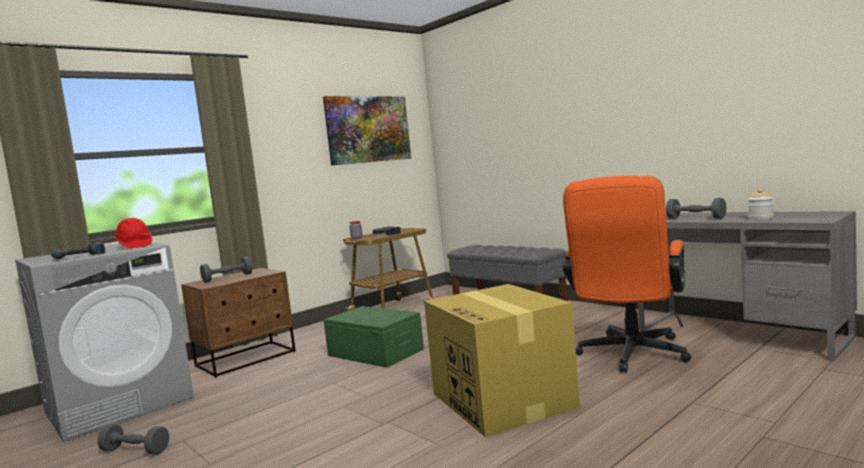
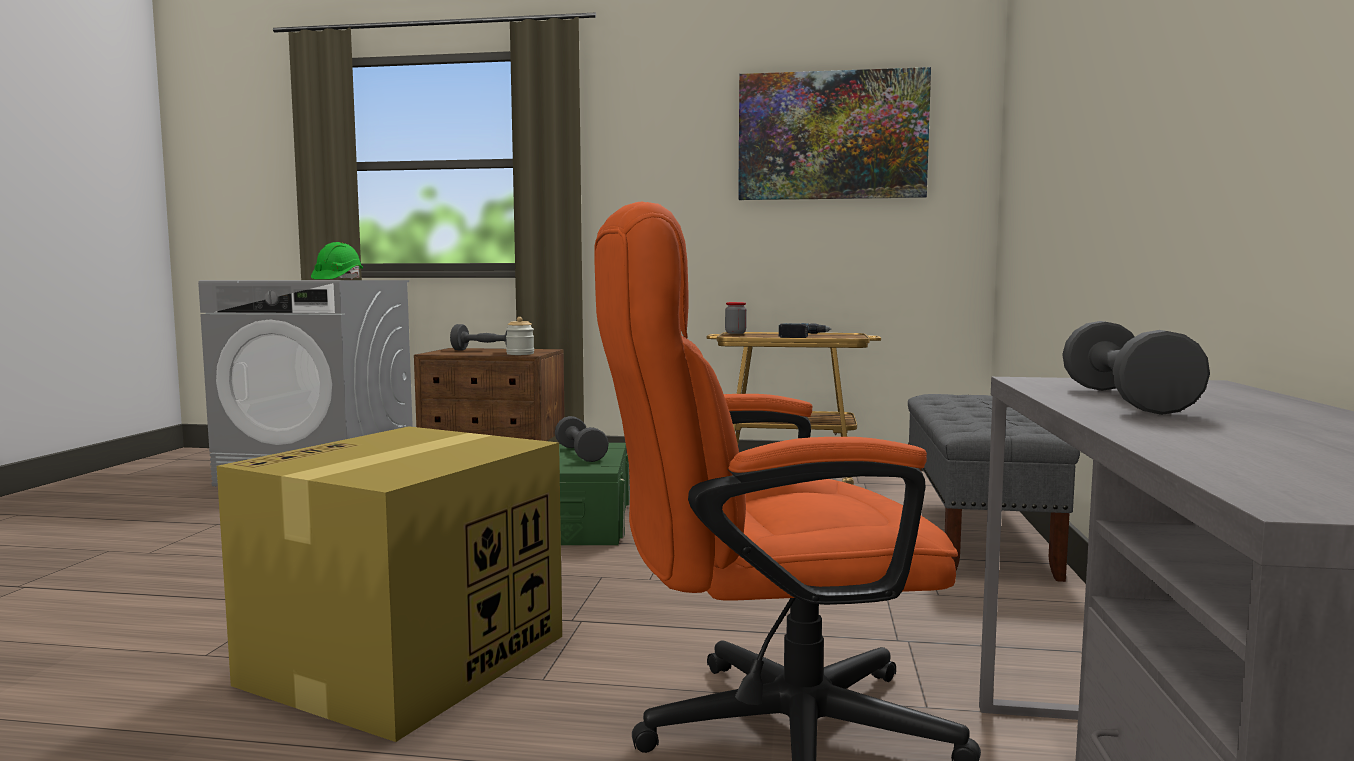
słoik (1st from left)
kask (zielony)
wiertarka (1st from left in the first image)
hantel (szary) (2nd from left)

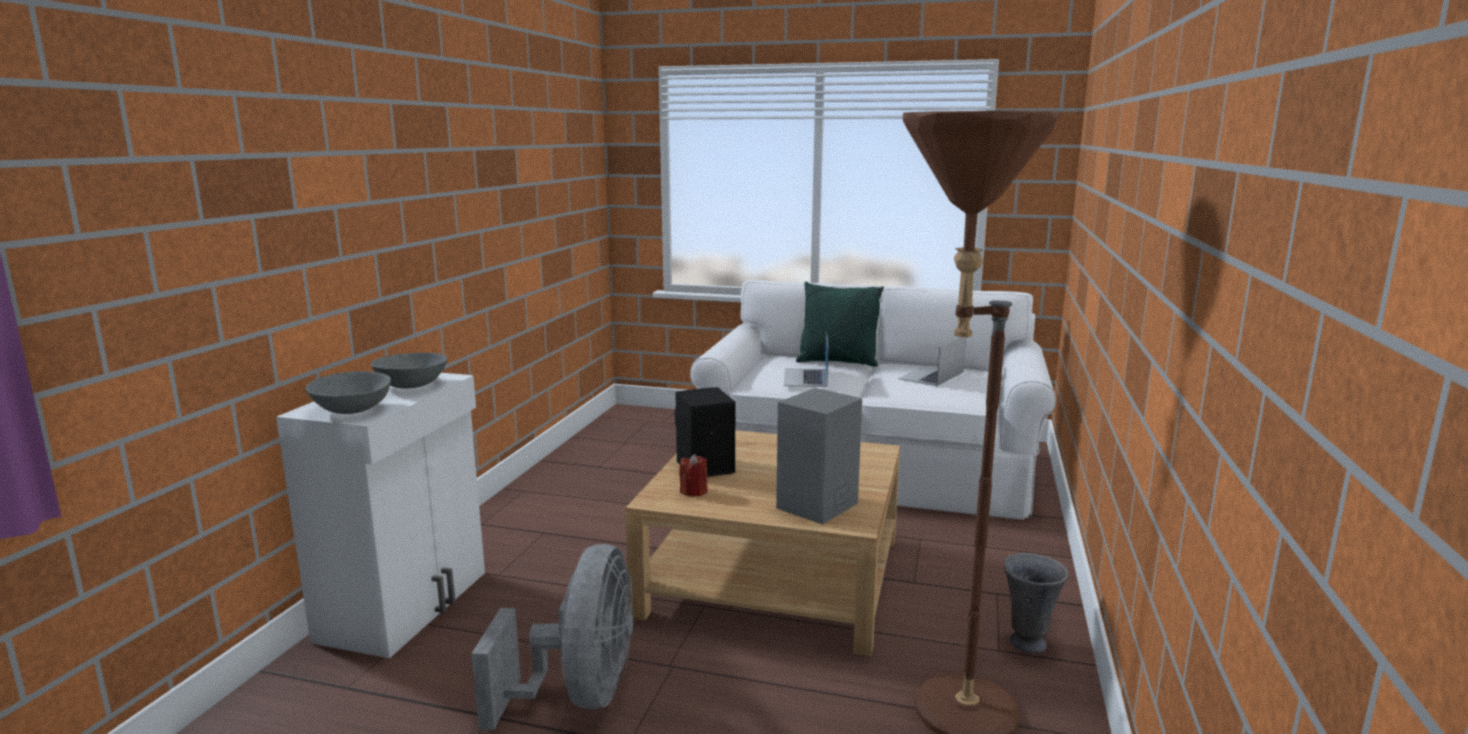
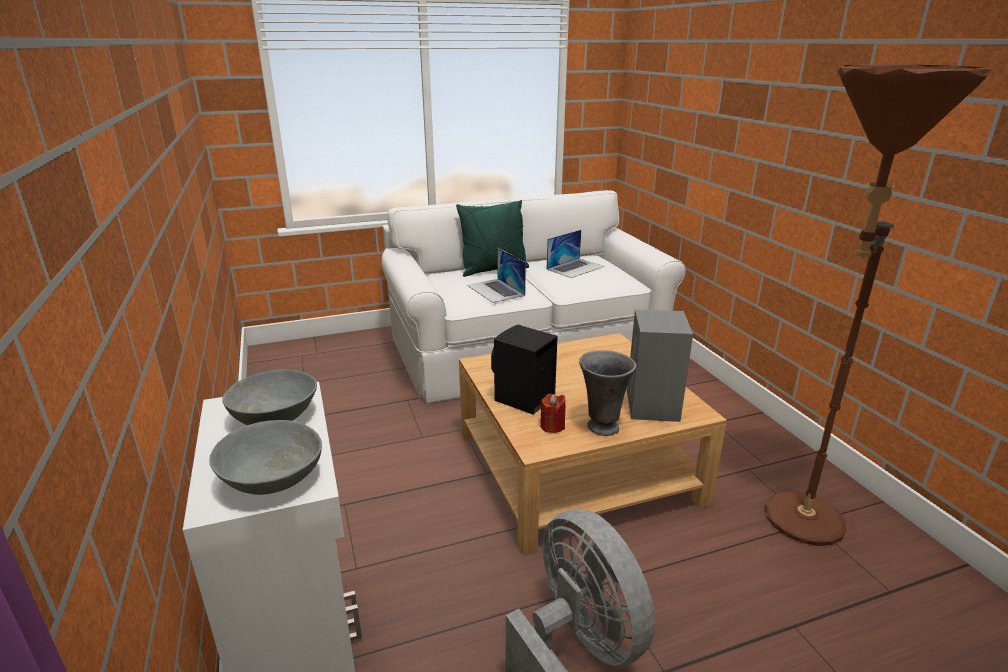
laptop (2nd from left)
wazon (szary)

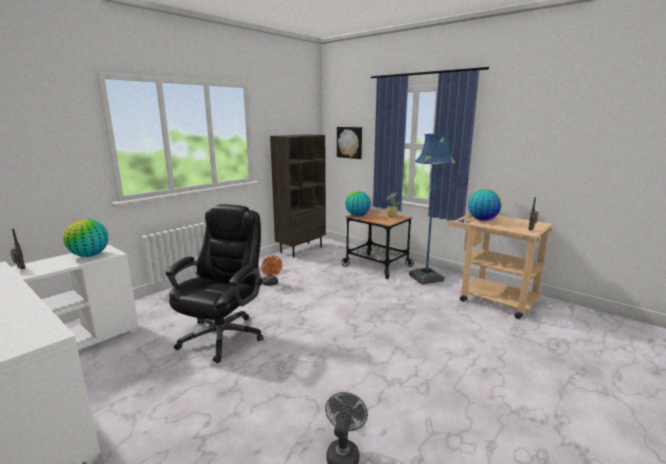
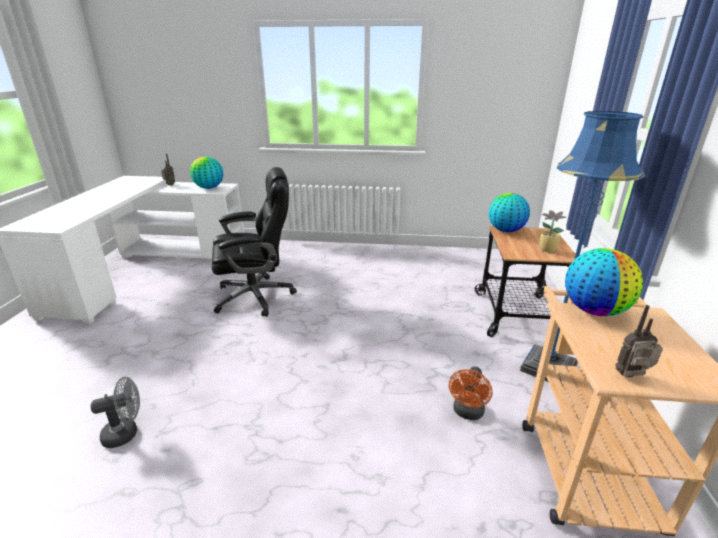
obraz
regał (brązowy)
wentylator (pomarańczowy)

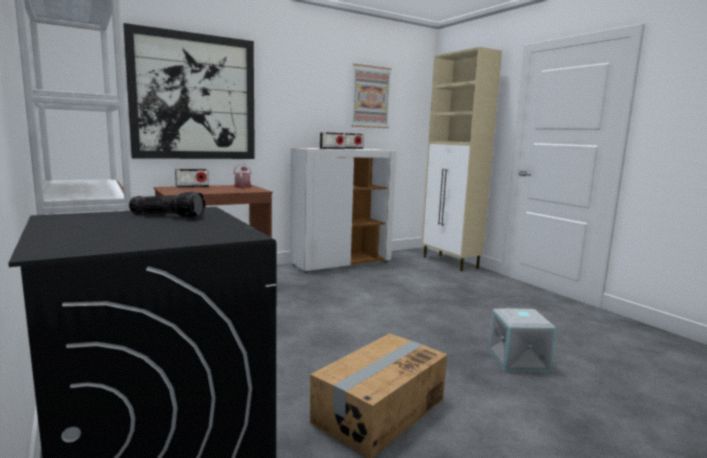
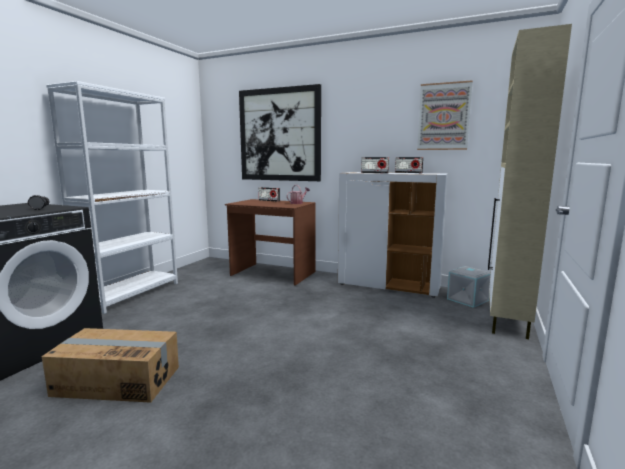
pojemnik do przechowywania (szary)

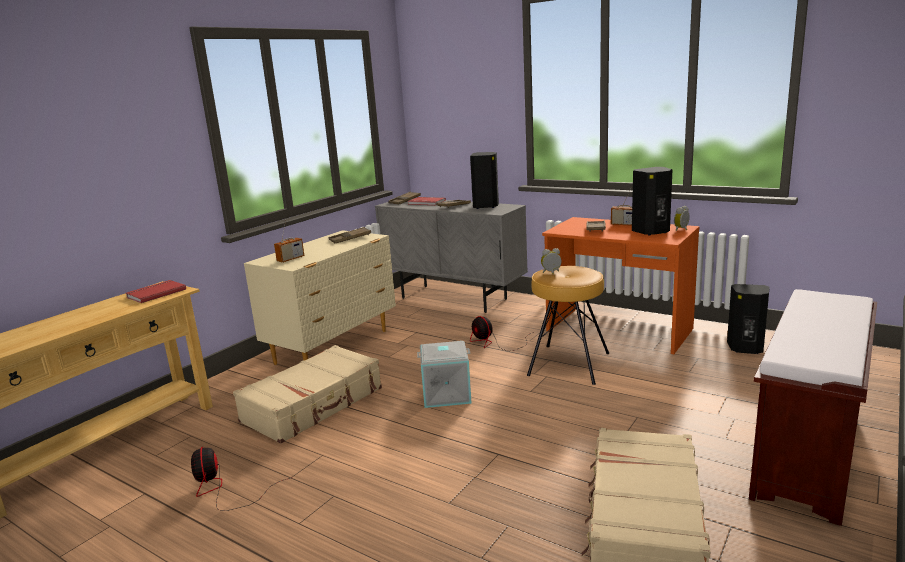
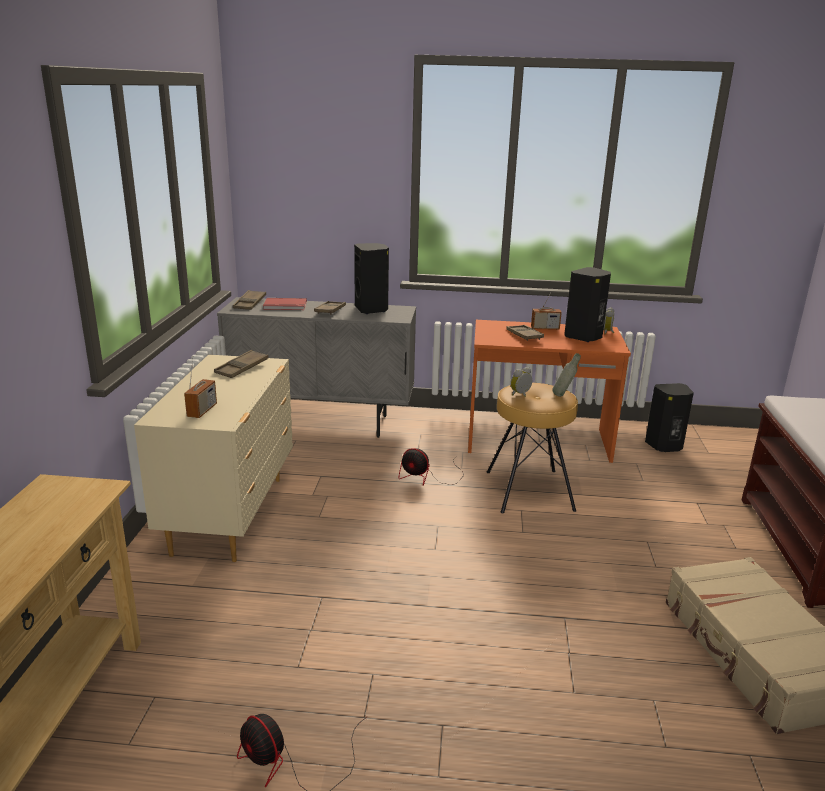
książka (czerwony) (1st from left in the first image)
pojemnik do przechowywania (szary)
walizka (beżowy) (1st from left in the first image)
butelka (szary)

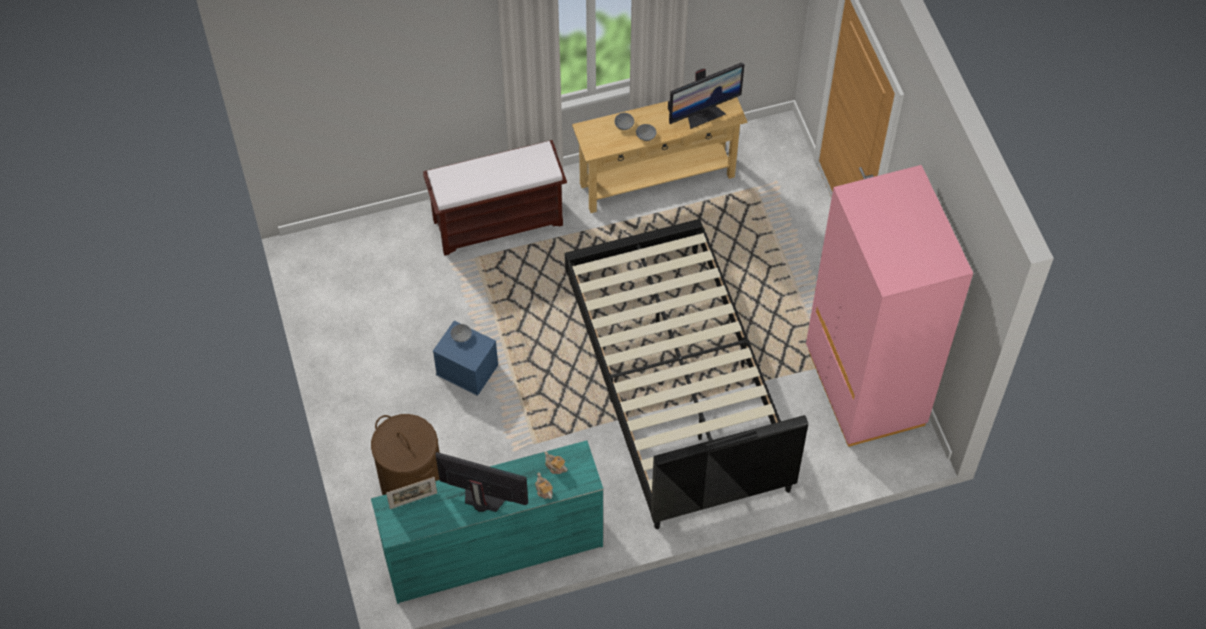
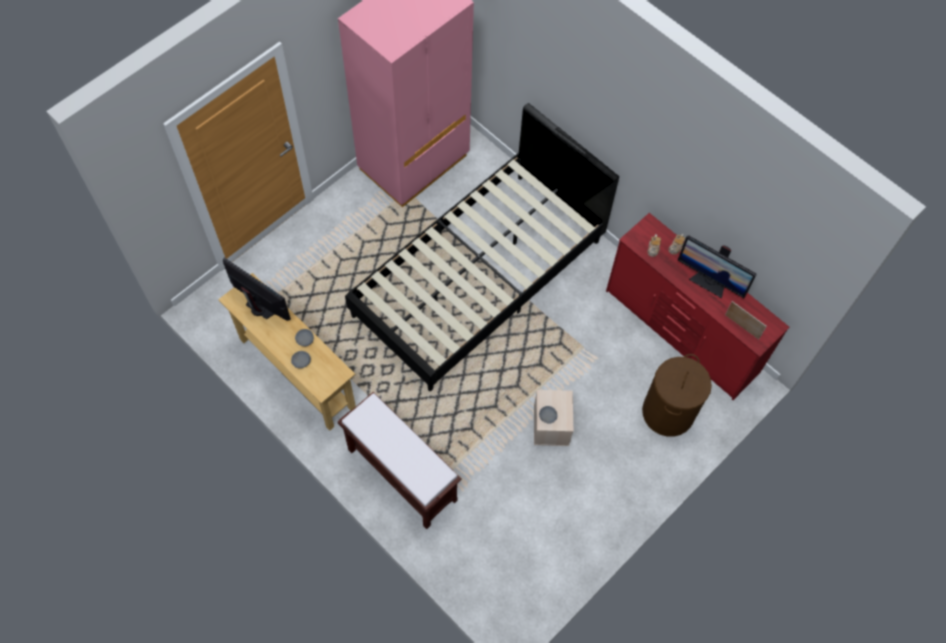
pojemnik do przechowywania (beżowy)
komoda (czerwony)
monitor (2nd from left)

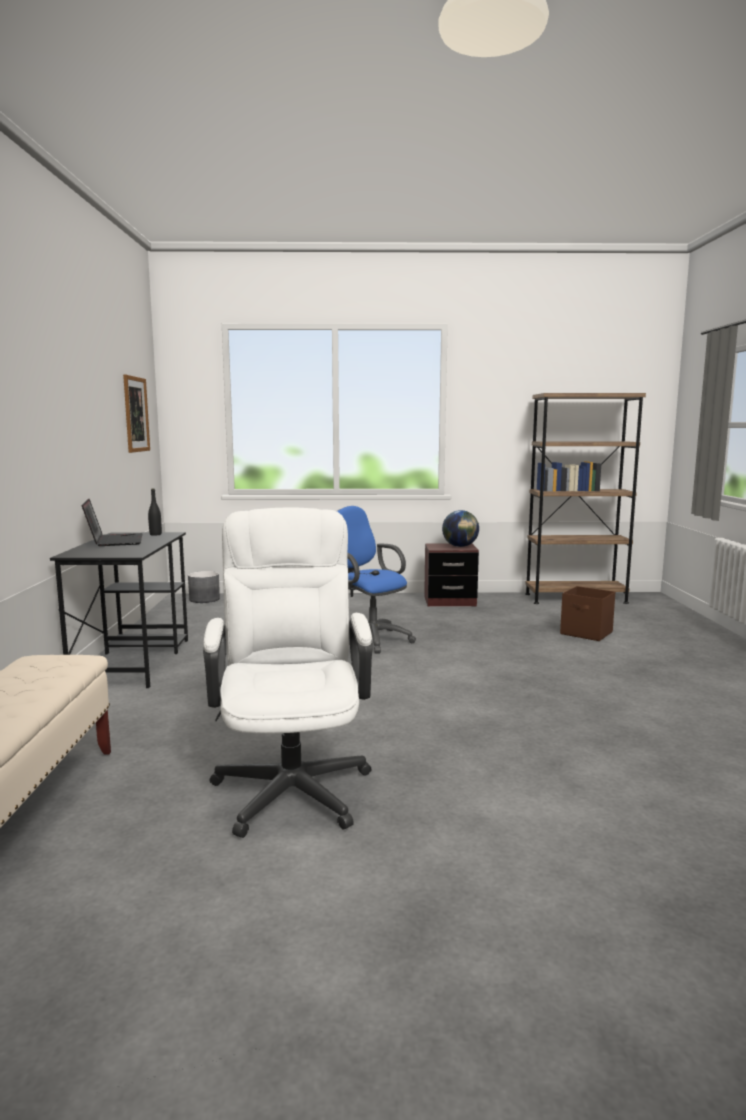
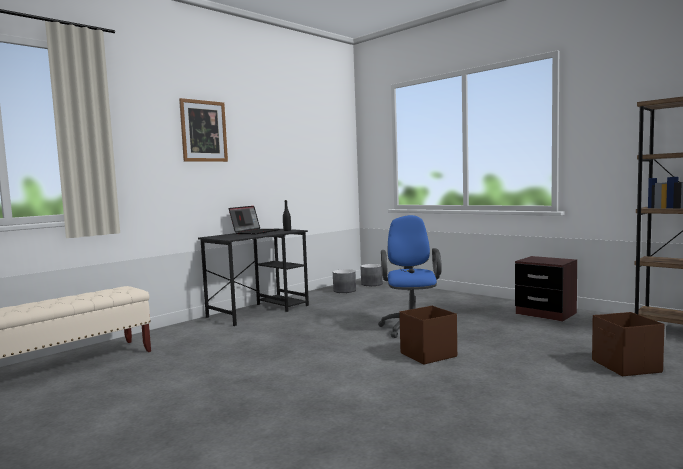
obraz
krzesło biurowe (biały)
globus
donica (szary) (1st from left)
pojemnik do przechowywania (brązowy) (1st from left)

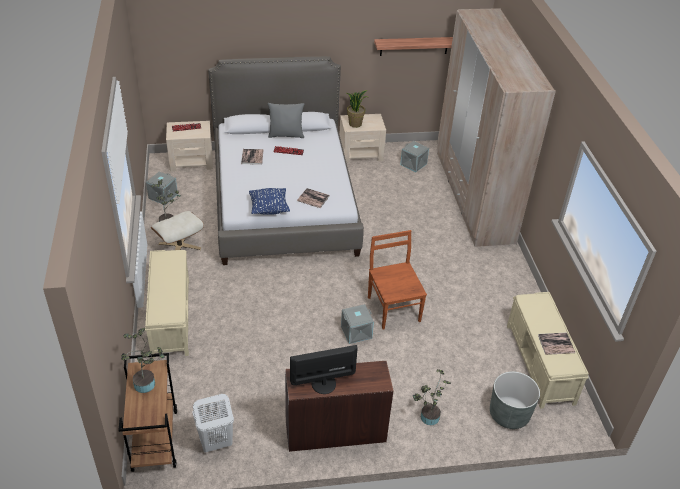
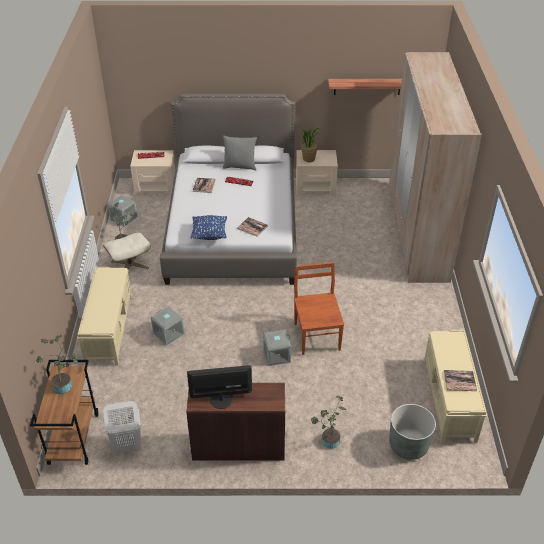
pojemnik do przechowywania (szary) (2nd from left)

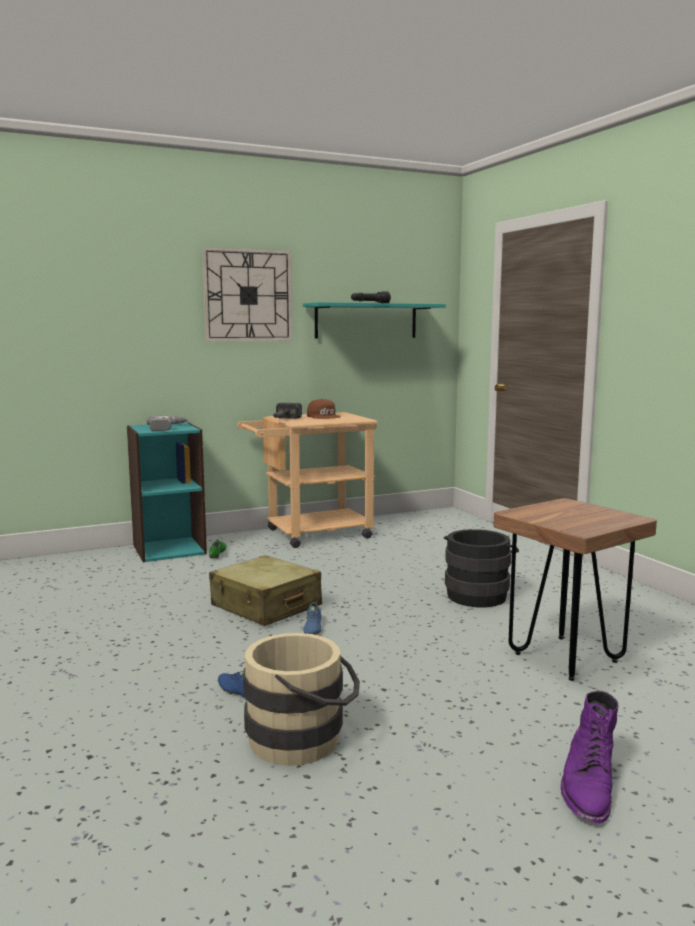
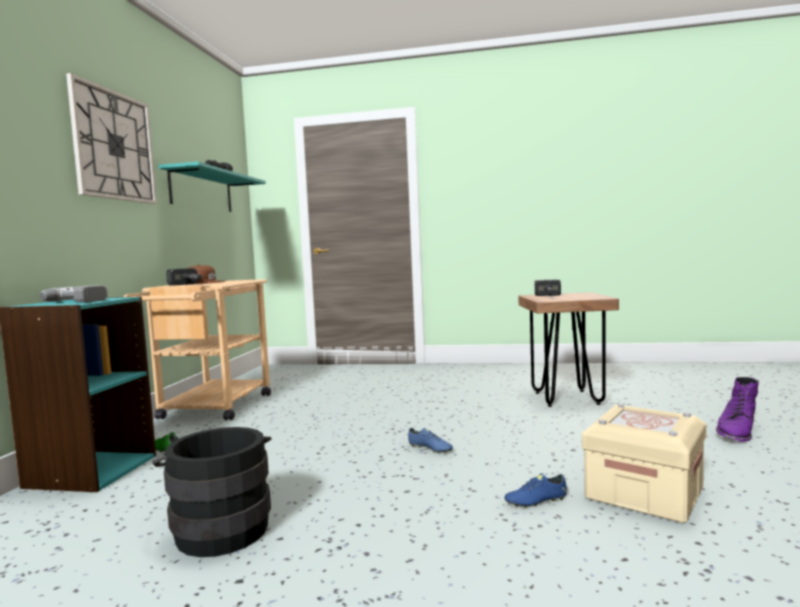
wiadro (czarny)
walizka (beżowy)
pojemnik do przechowywania (beżowy)
but z cholewką (fioletowy)
młotek (2nd from left)

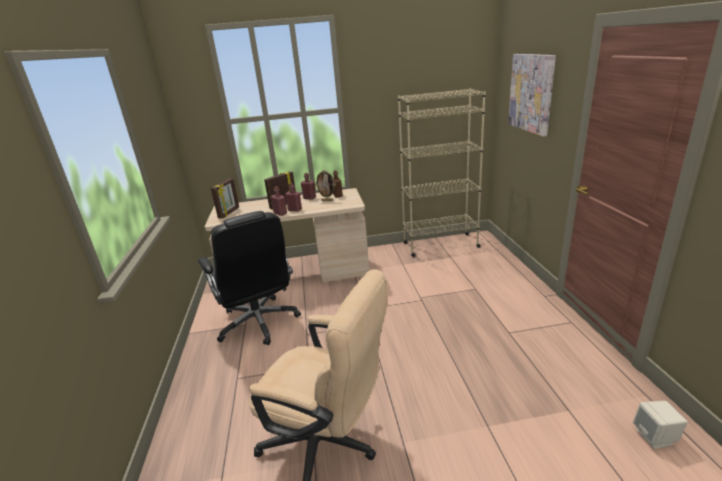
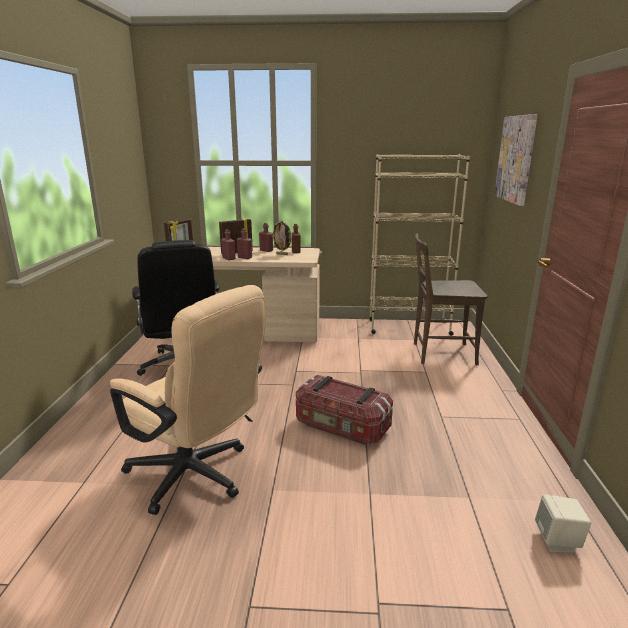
krzesło (brązowy)
pojemnik do przechowywania

